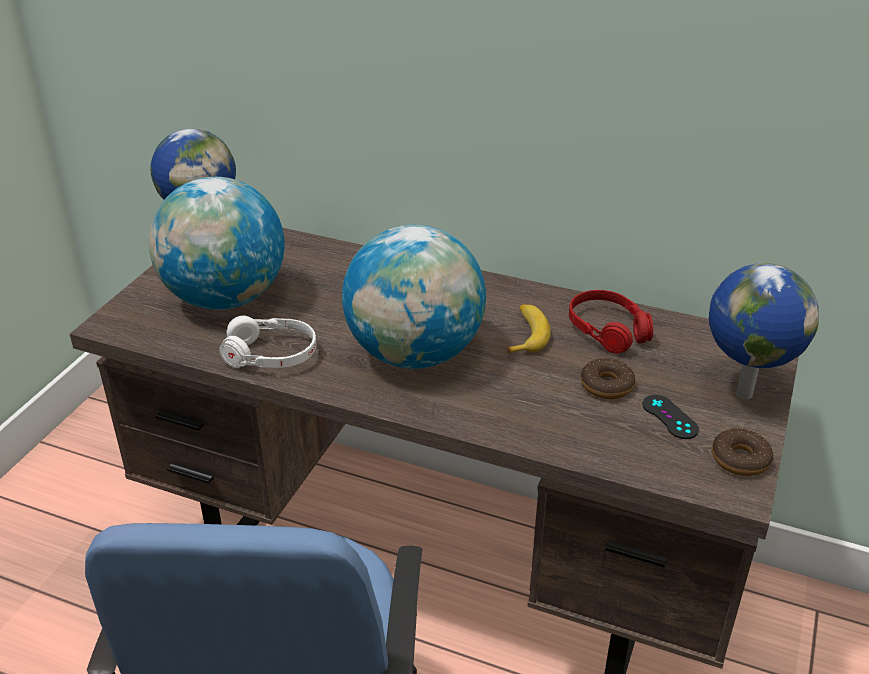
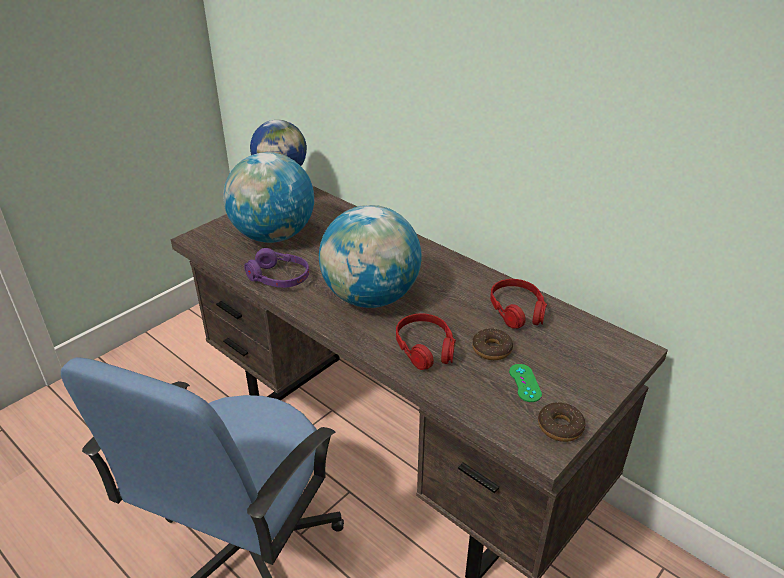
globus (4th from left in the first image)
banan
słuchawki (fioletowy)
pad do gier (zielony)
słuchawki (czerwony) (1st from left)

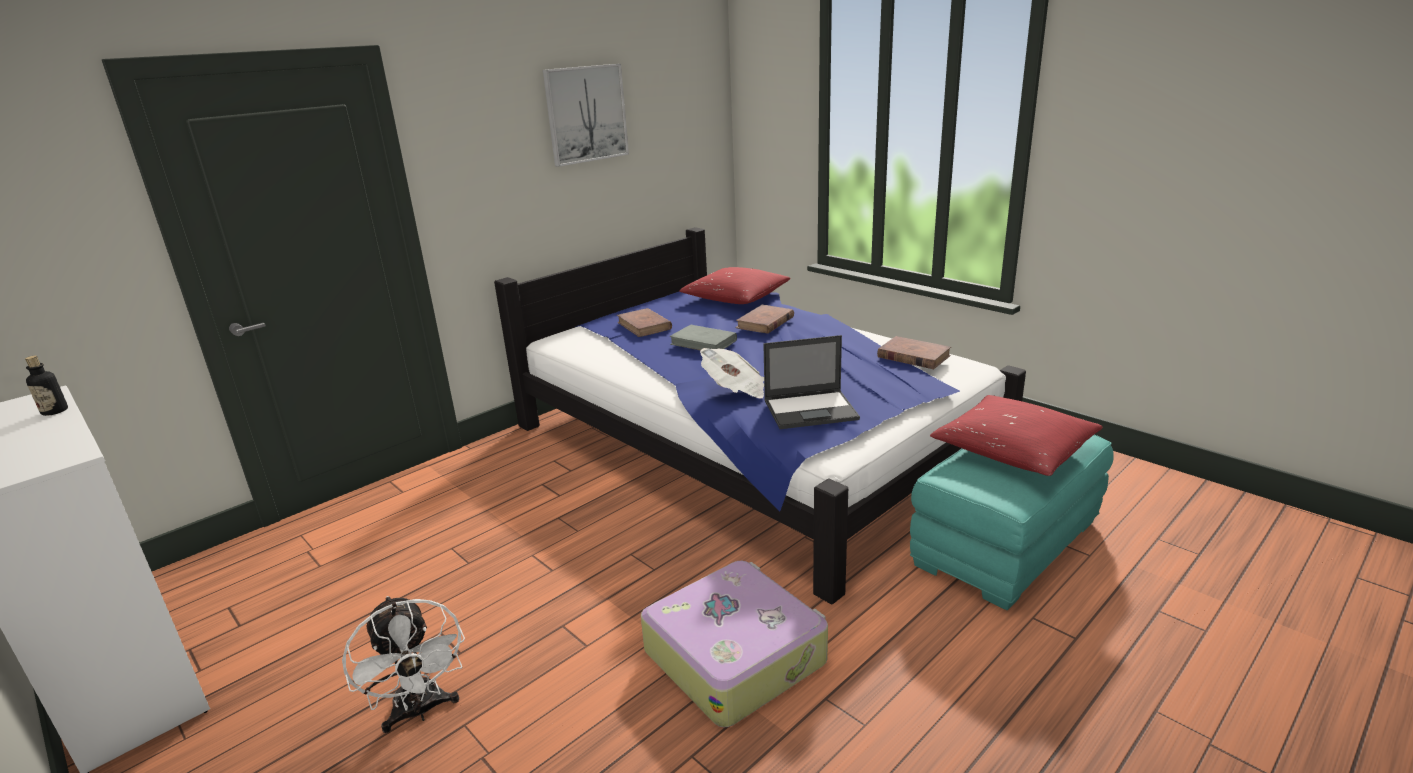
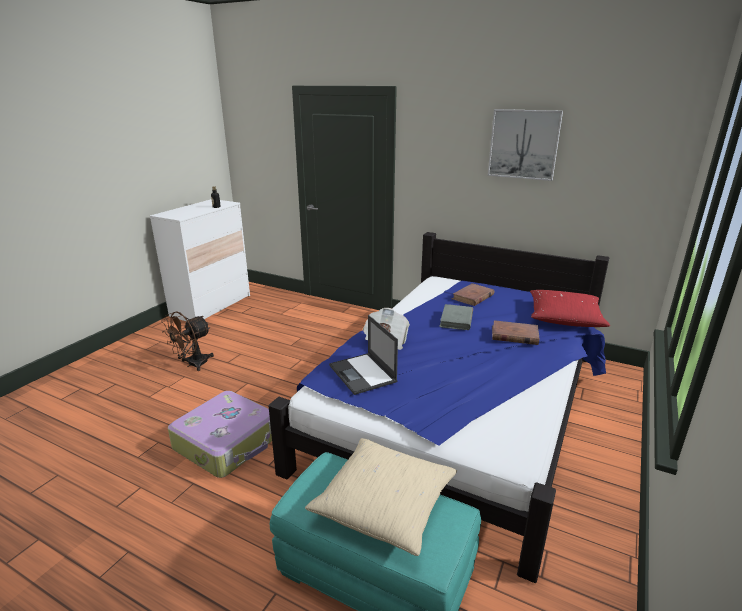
książka (brązowy) (3rd from left in the first image)
poduszka (beżowy)
wentylator (brązowy)

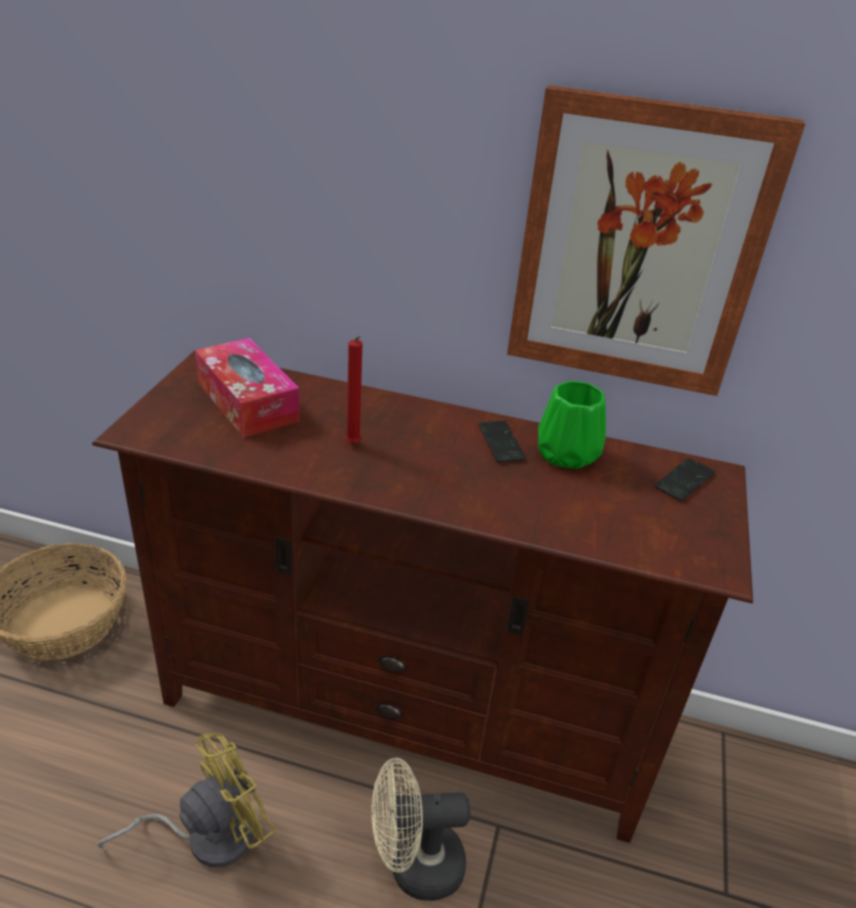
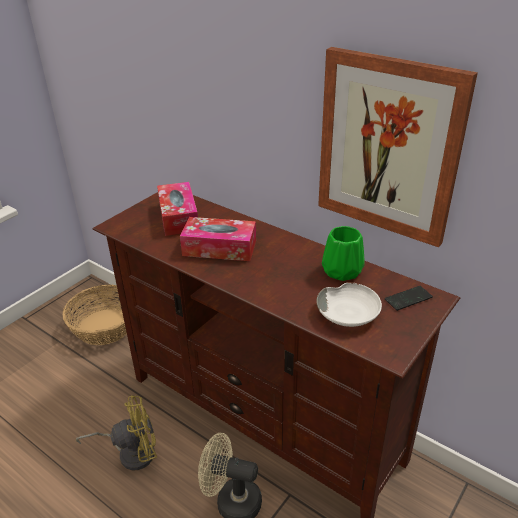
pudełko chusteczek (2nd from left)
telefon (1st from left in the first image)
miska (biały)

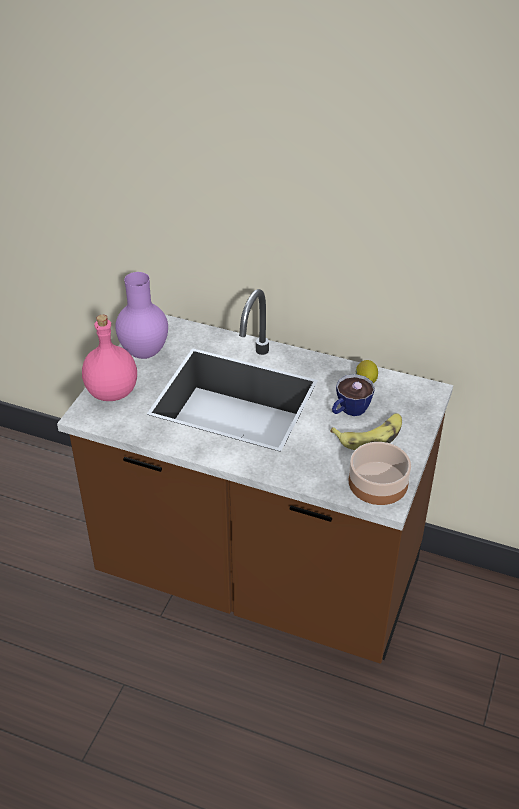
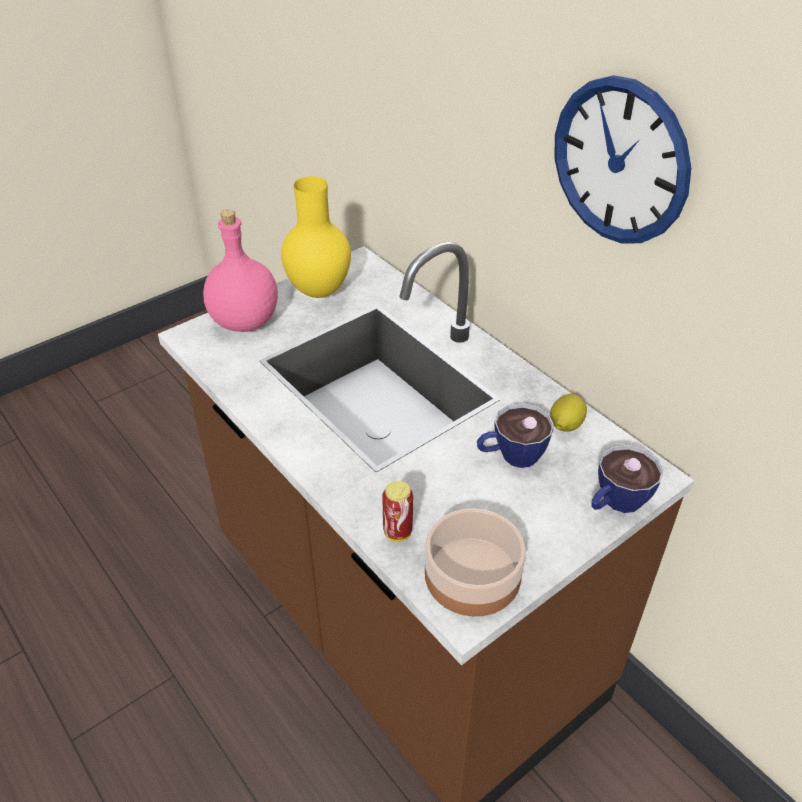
wazon (żółty)
banan
zegar ścienny
filiżanka (2nd from left)
puszka

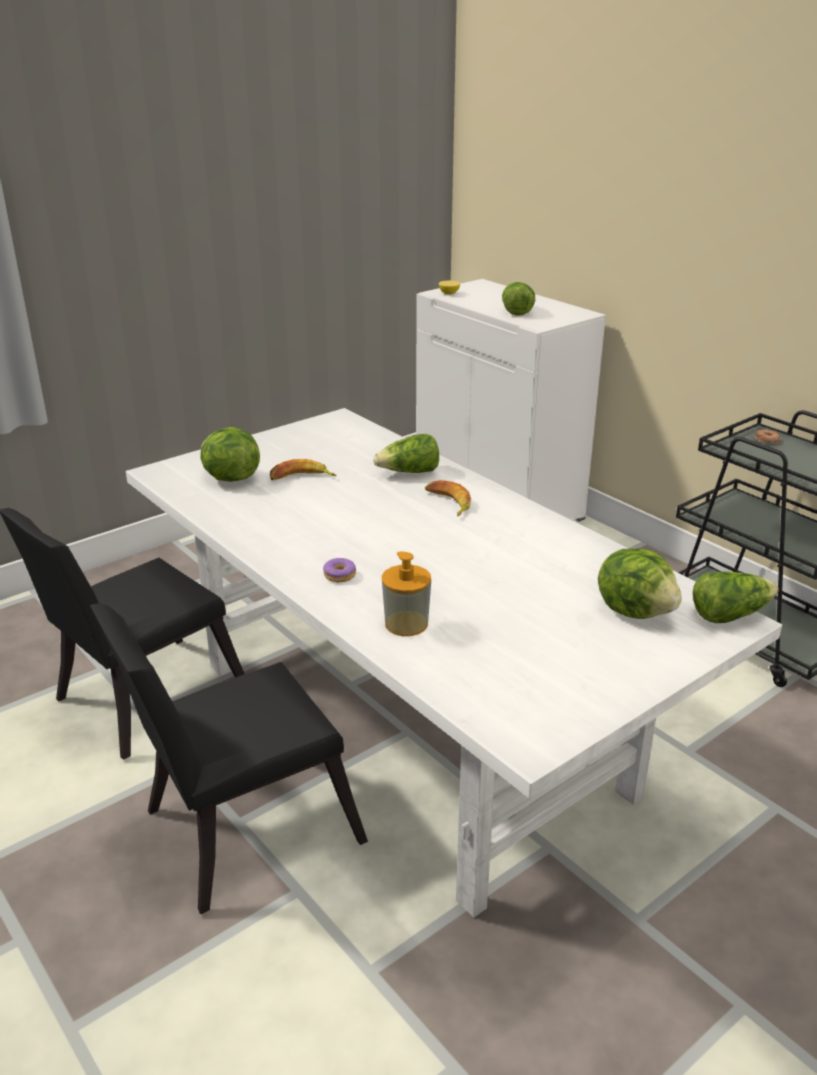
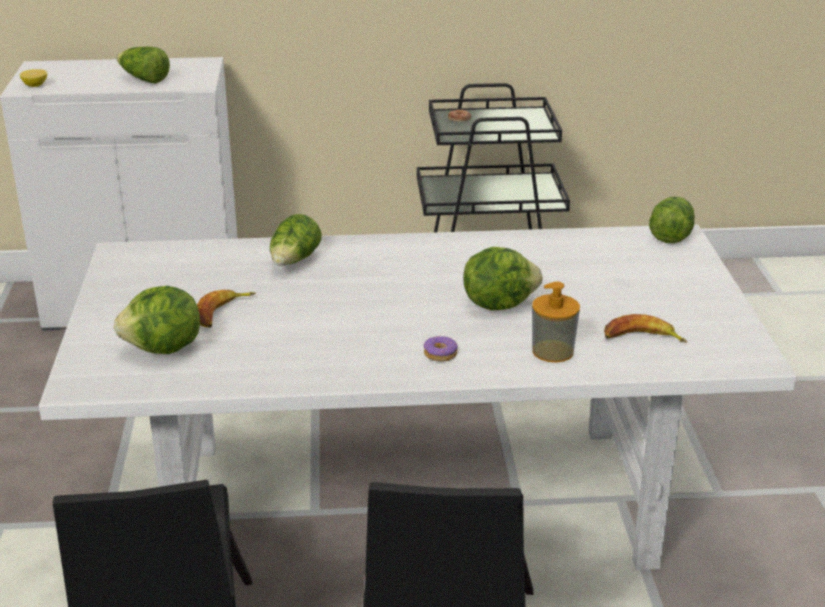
banan (2nd from left)
sałata (4th from left)

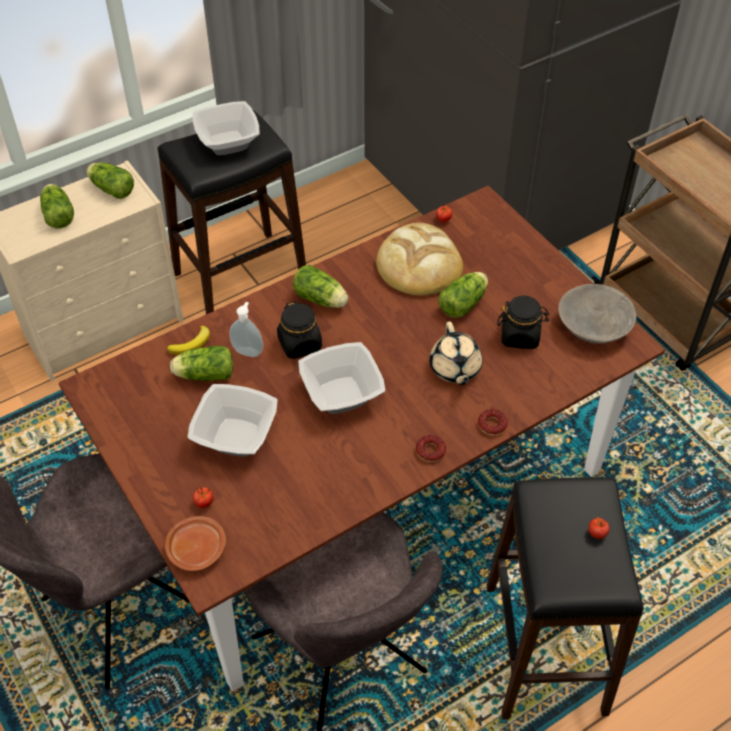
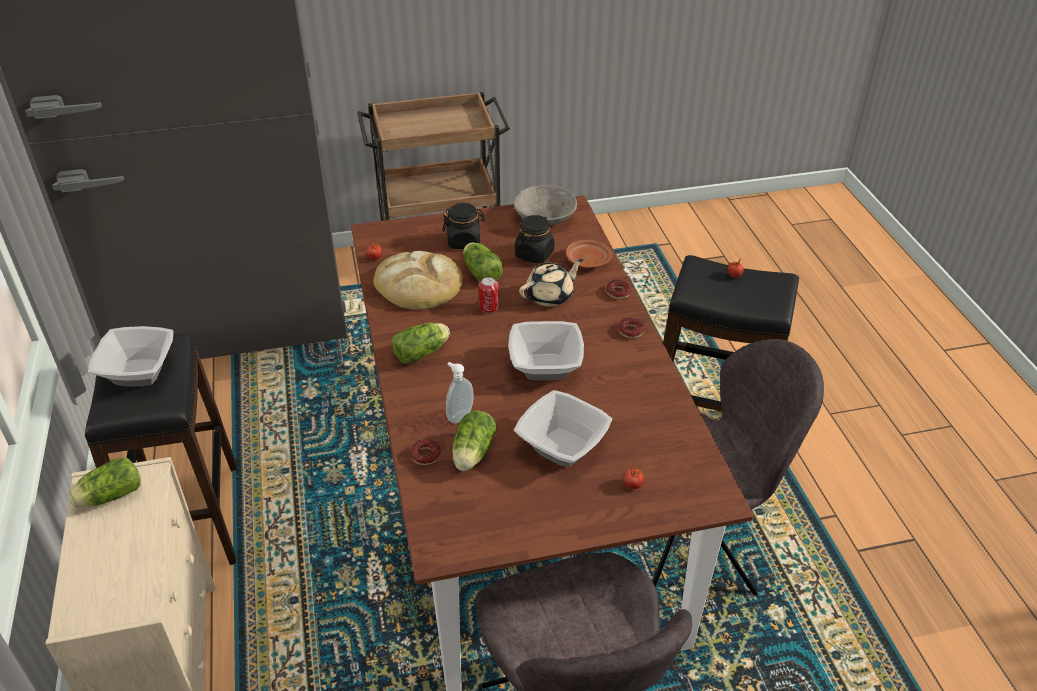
sałata (1st from left in the first image)
słoik (czarny) (1st from left)
imbryk (beżowy)
donut (1st from left)
talerz (brązowy)
puszka

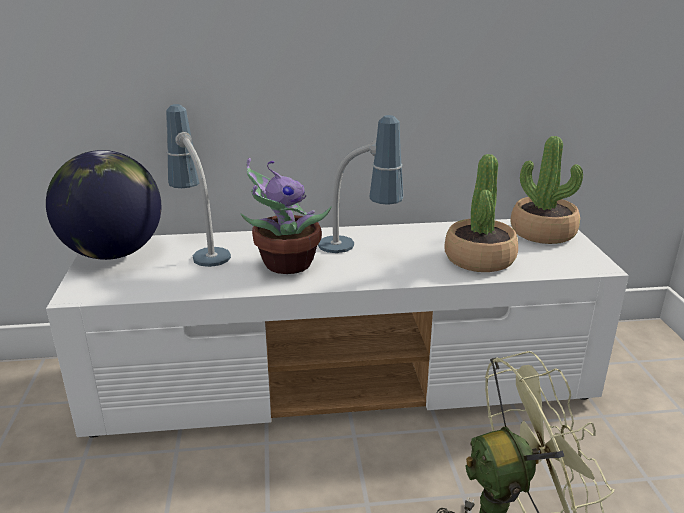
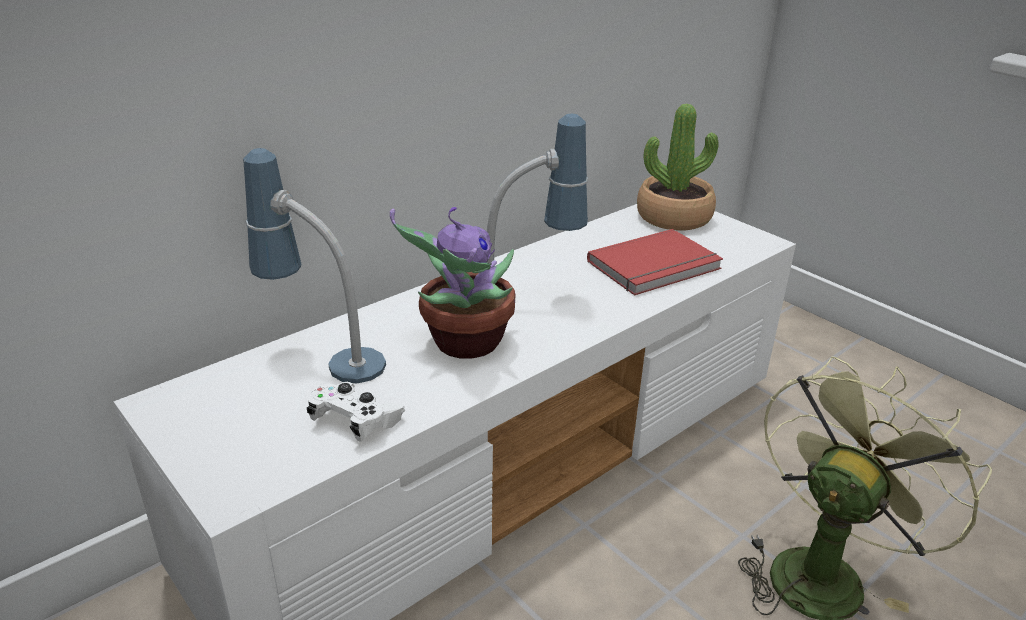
globus
książka (czerwony)
pad do gier (biały)

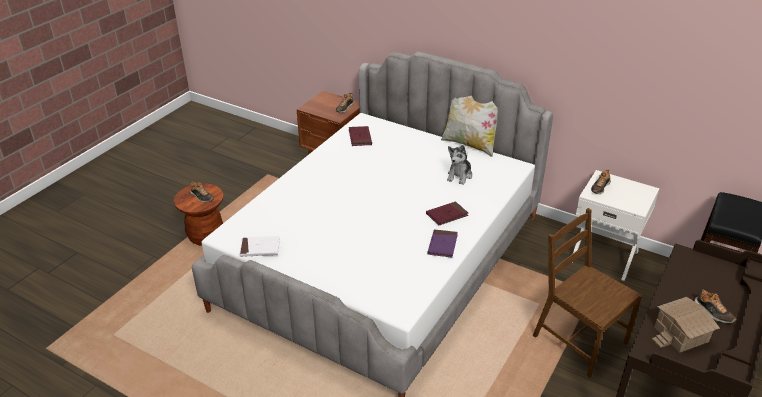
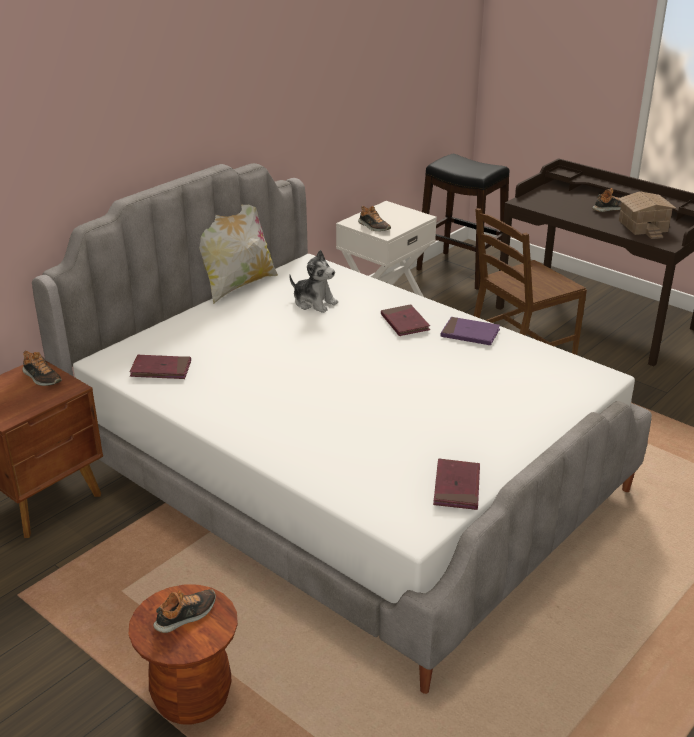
książka (czerwony) (3rd from left)

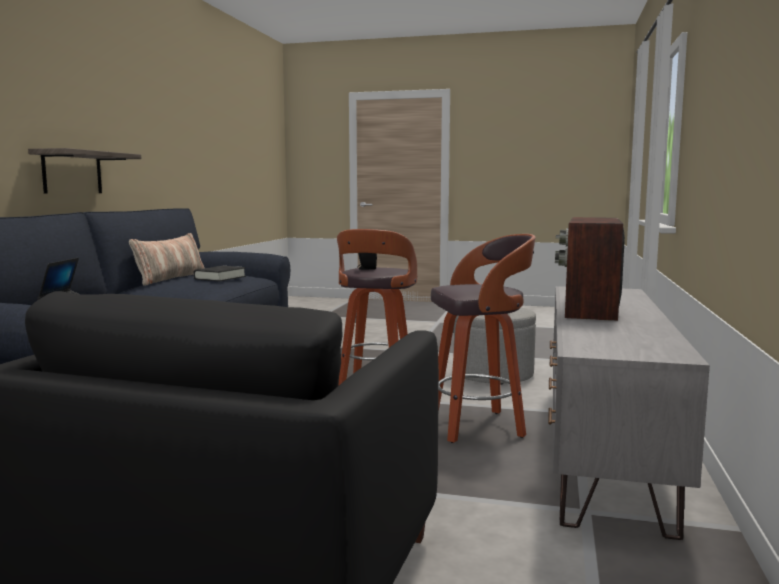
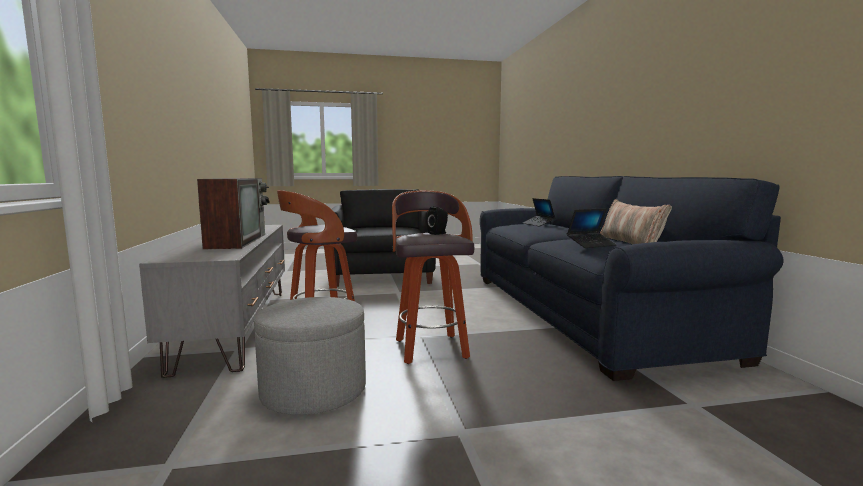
półka
laptop (2nd from left)

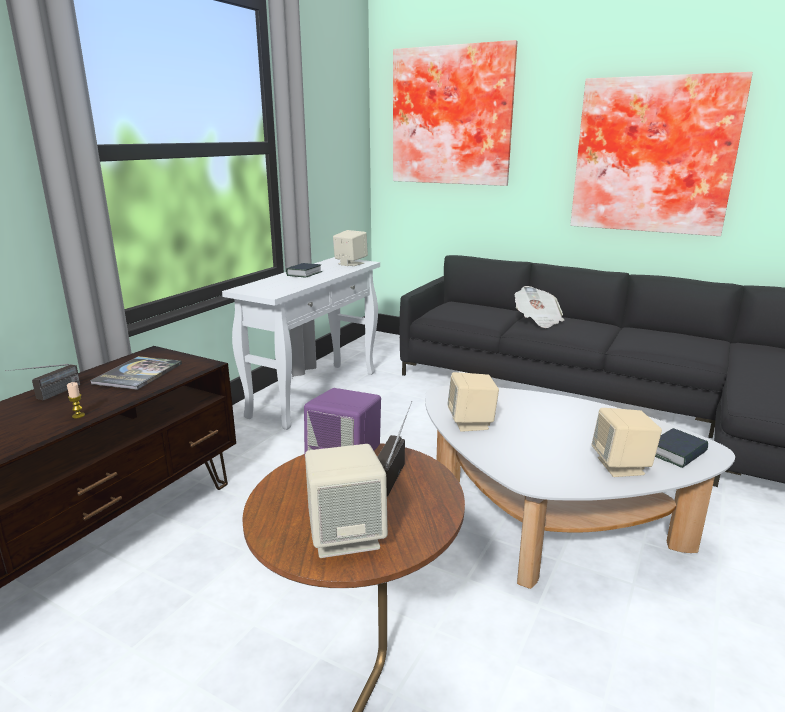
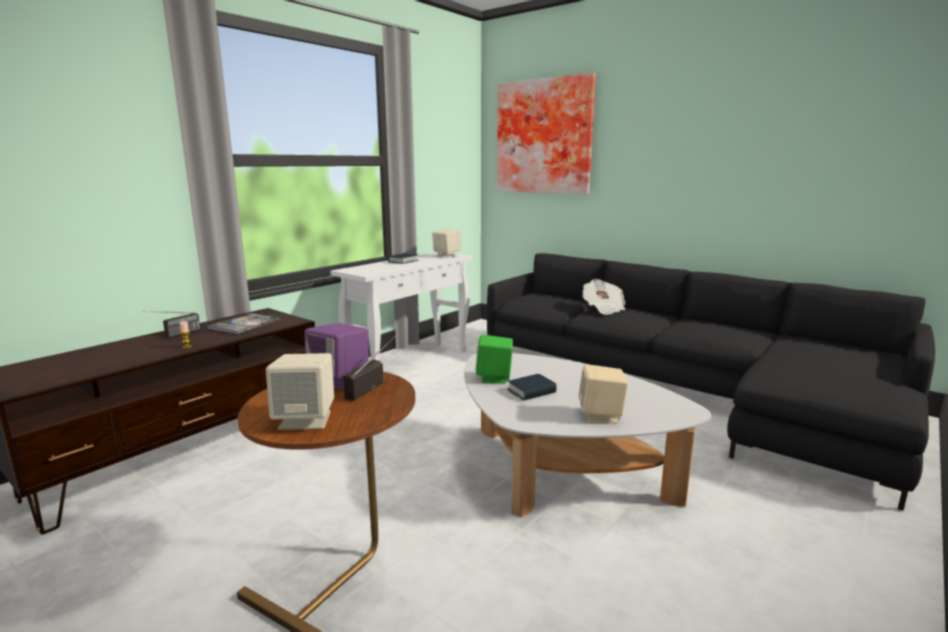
obraz (2nd from left in the first image)
głośnik (zielony)
książka (3rd from left)

